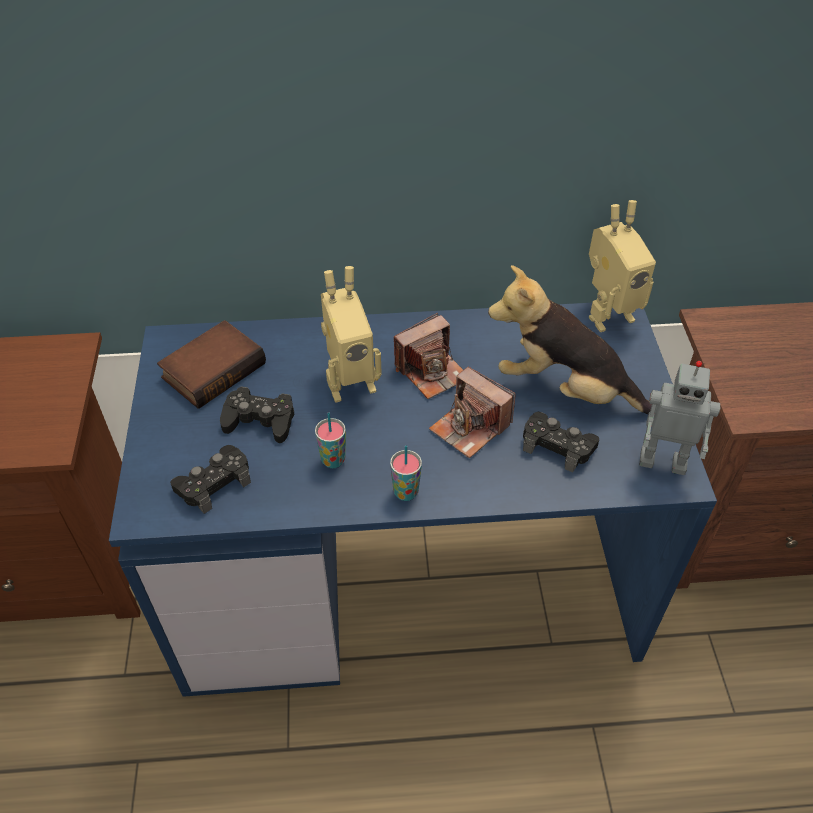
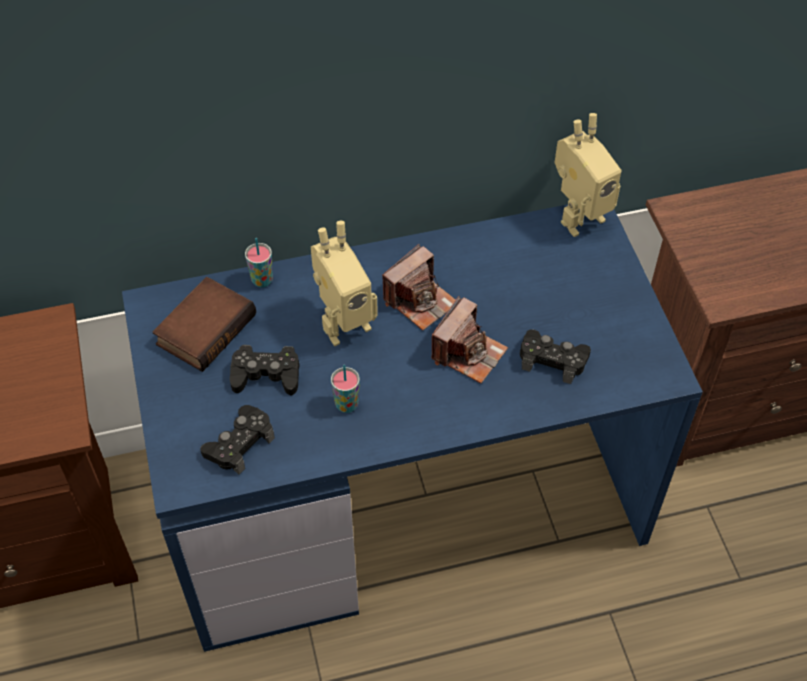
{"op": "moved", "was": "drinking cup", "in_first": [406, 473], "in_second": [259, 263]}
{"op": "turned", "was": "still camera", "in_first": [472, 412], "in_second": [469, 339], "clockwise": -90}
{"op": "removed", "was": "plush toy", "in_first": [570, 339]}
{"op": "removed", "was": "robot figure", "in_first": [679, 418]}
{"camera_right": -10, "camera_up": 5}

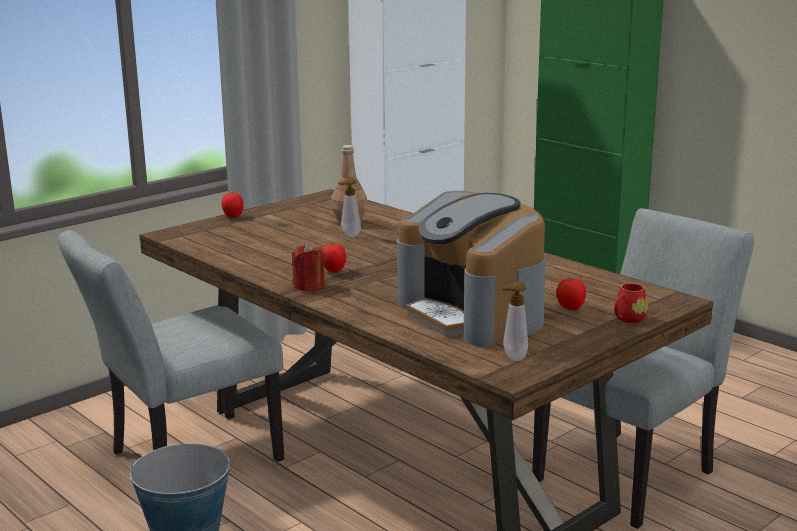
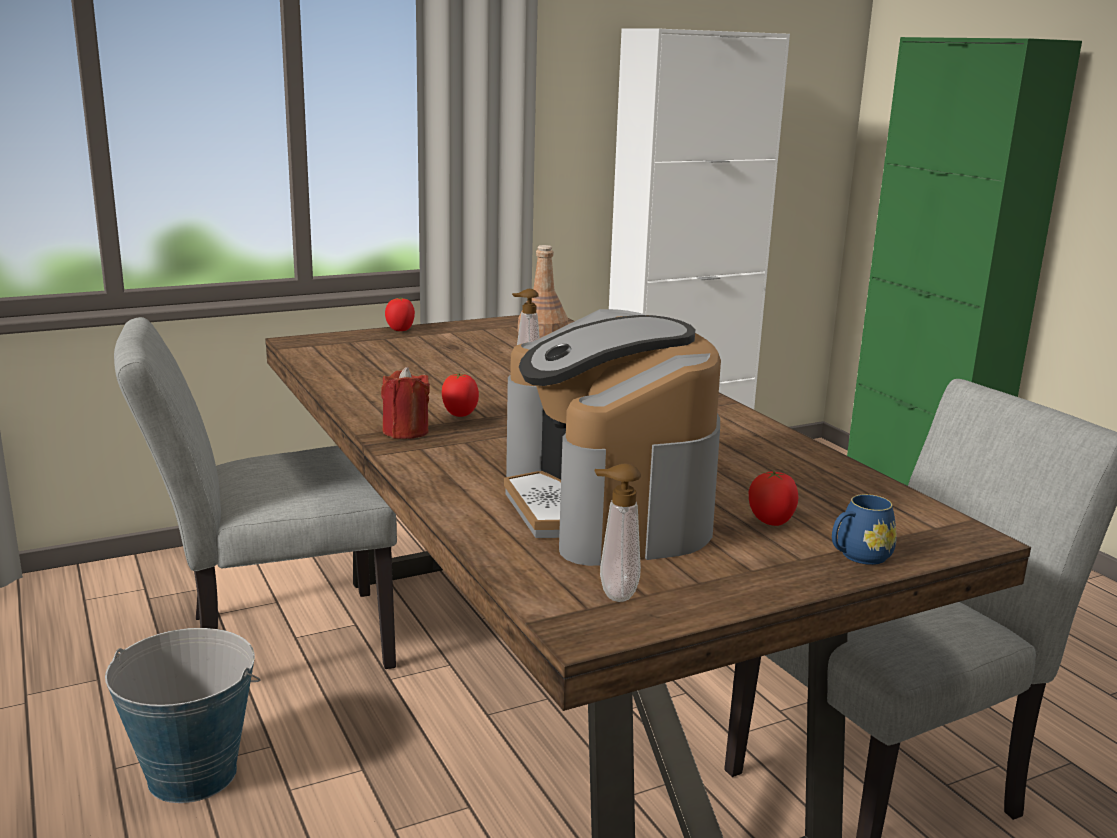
{"op": "recoloured", "was": "red-coloured tea mug", "now": "blue-coloured tea mug", "in_first": [631, 303], "in_second": [864, 529]}
{"camera_right": 15, "camera_up": 0}

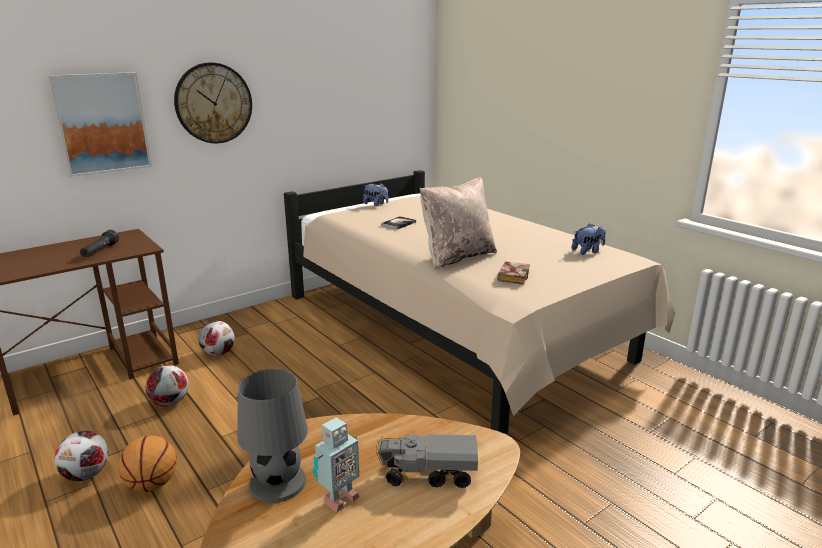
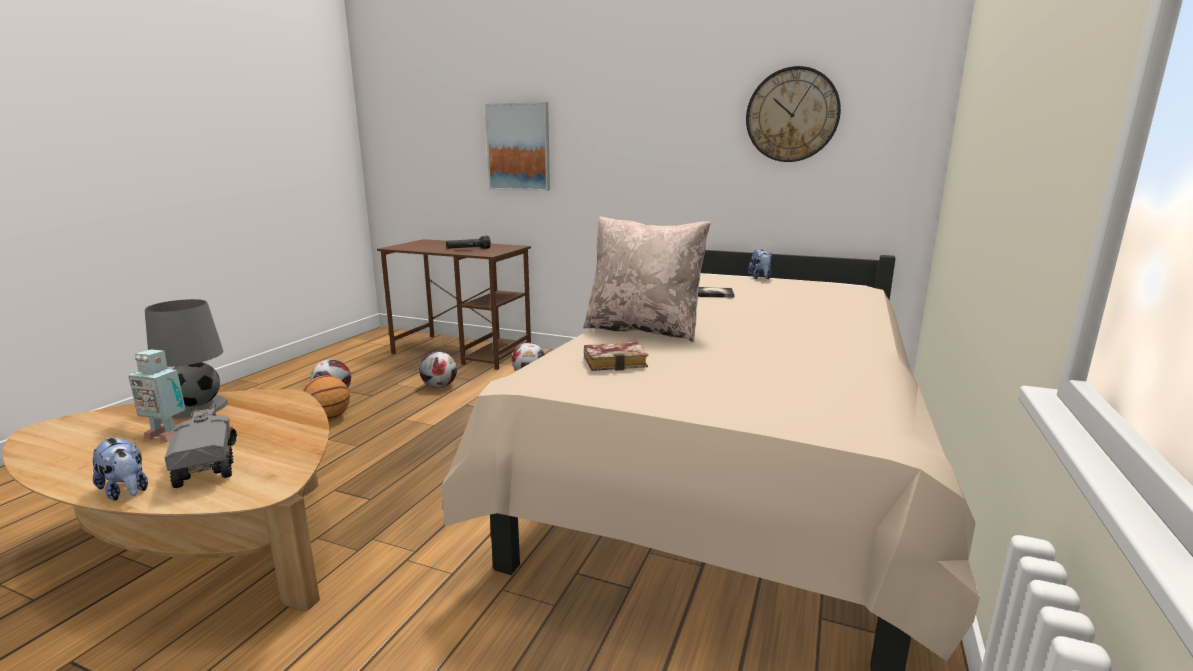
{"op": "moved", "was": "wall clock", "in_first": [213, 102], "in_second": [793, 114]}
{"op": "moved", "was": "plush toy", "in_first": [588, 239], "in_second": [120, 469]}
{"camera_right": 60, "camera_up": -5}

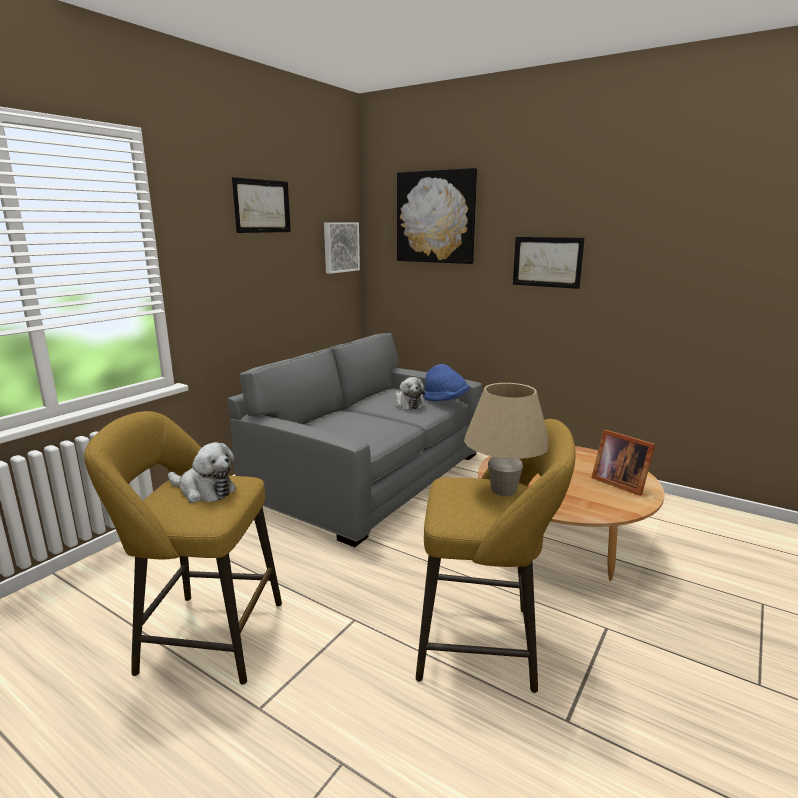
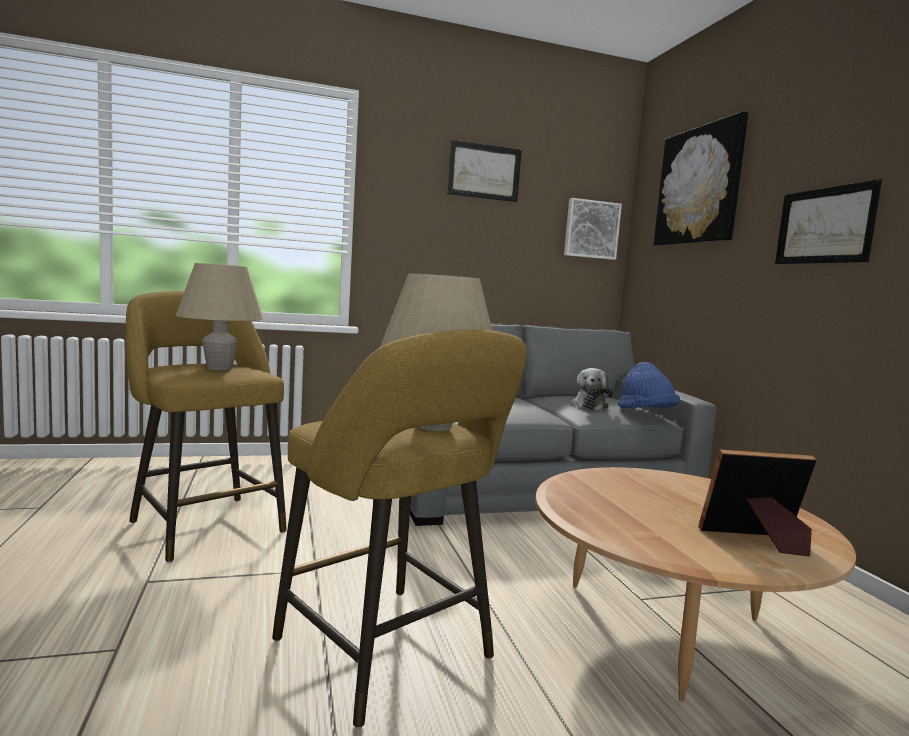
{"op": "replaced", "was": "plush toy", "now": "beige-coloured tabletop lamp", "in_first": [202, 472], "in_second": [219, 316]}
{"op": "turned", "was": "standing frame", "in_first": [623, 462], "in_second": [757, 502], "clockwise": 90}
{"camera_right": 40, "camera_up": -10}

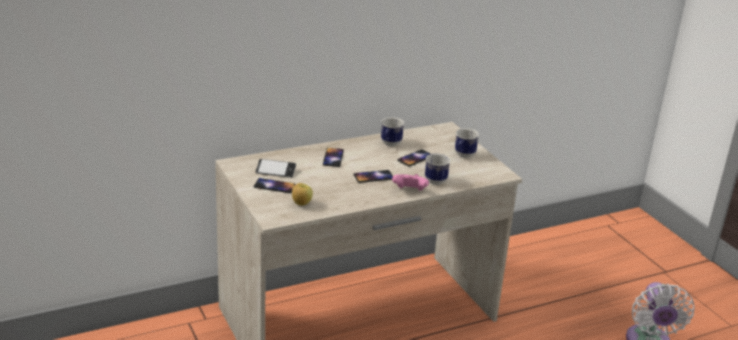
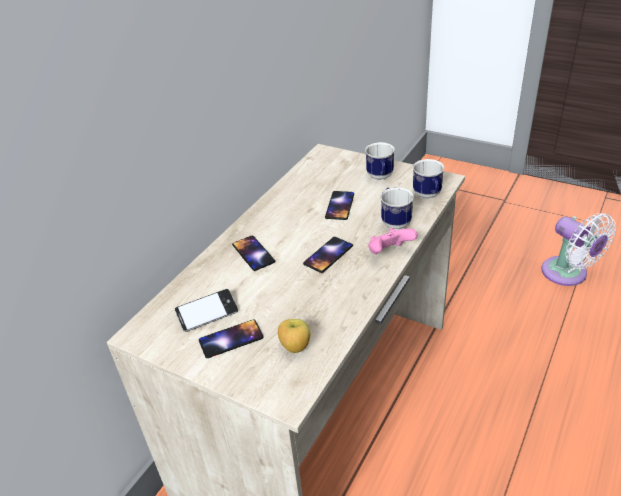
{"op": "moved", "was": "tea mug", "in_first": [392, 131], "in_second": [428, 179]}
{"camera_right": -30, "camera_up": 10}

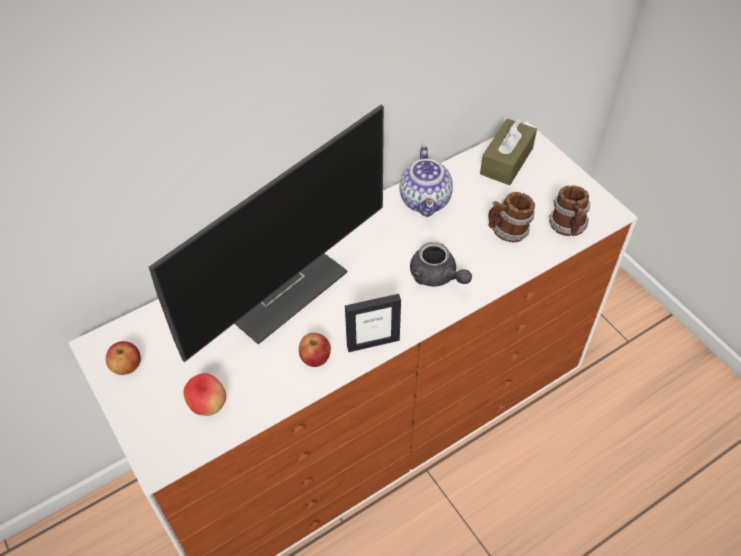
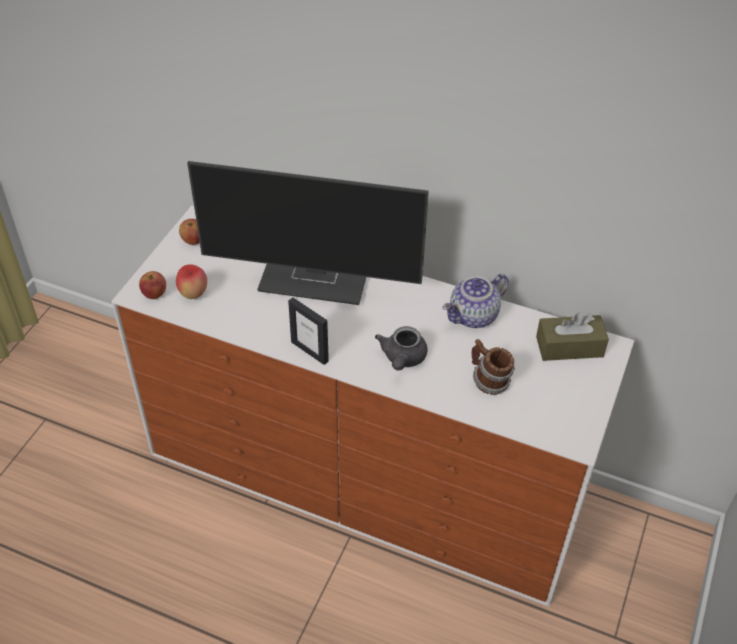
{"op": "moved", "was": "apple fruit", "in_first": [315, 350], "in_second": [152, 285]}
{"op": "removed", "was": "tea mug", "in_first": [569, 211]}
{"camera_right": 55, "camera_up": -5}

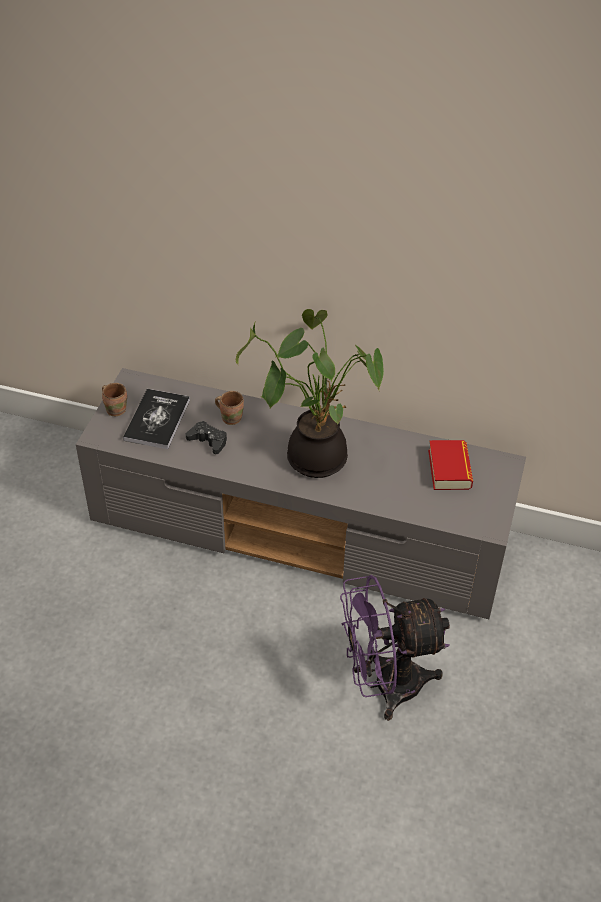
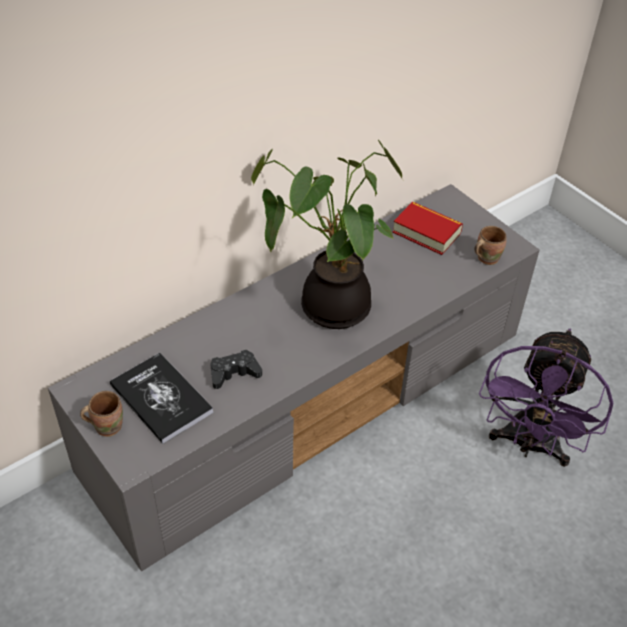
{"op": "moved", "was": "brown-coloured tea mug", "in_first": [229, 408], "in_second": [490, 245]}
{"camera_right": -55, "camera_up": 0}

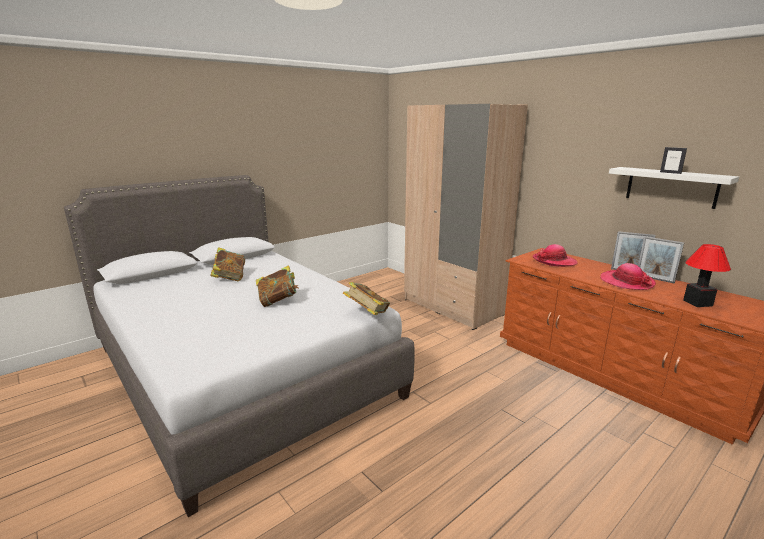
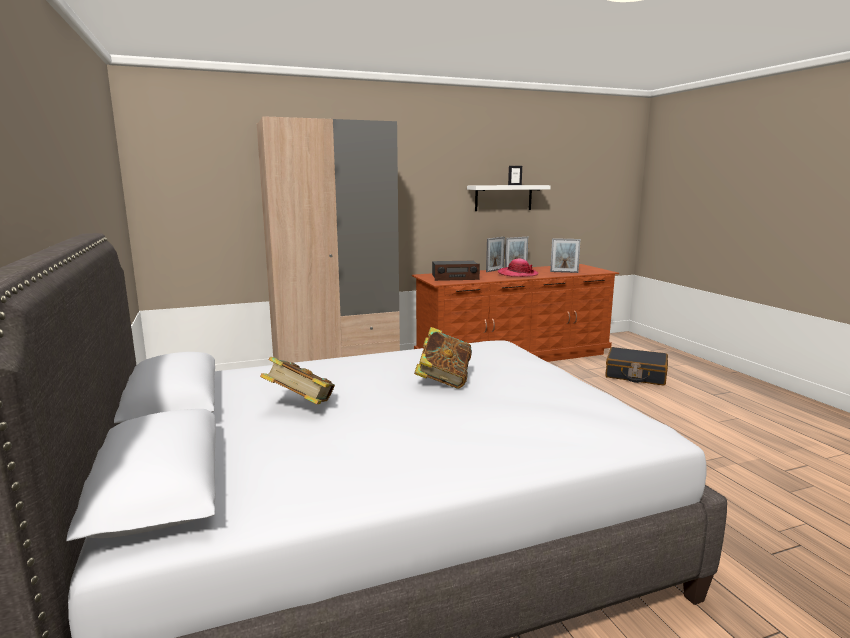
{"op": "removed", "was": "book", "in_first": [366, 298]}
{"op": "replaced", "was": "clothing hat", "now": "radio", "in_first": [555, 255], "in_second": [456, 271]}
{"op": "replaced", "was": "tabletop lamp", "now": "standing frame", "in_first": [707, 275], "in_second": [565, 255]}
{"op": "added", "now": "blackish piece of luggage", "in_second": [636, 366]}
{"camera_right": -70, "camera_up": -5}

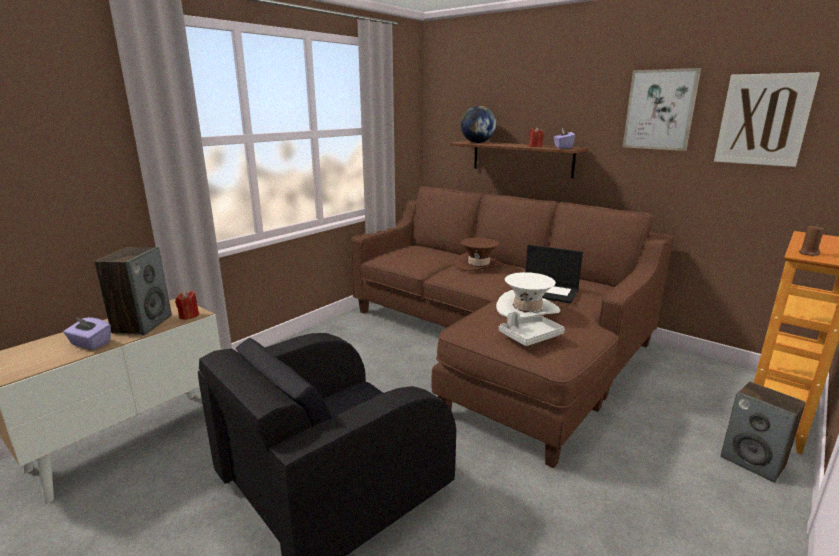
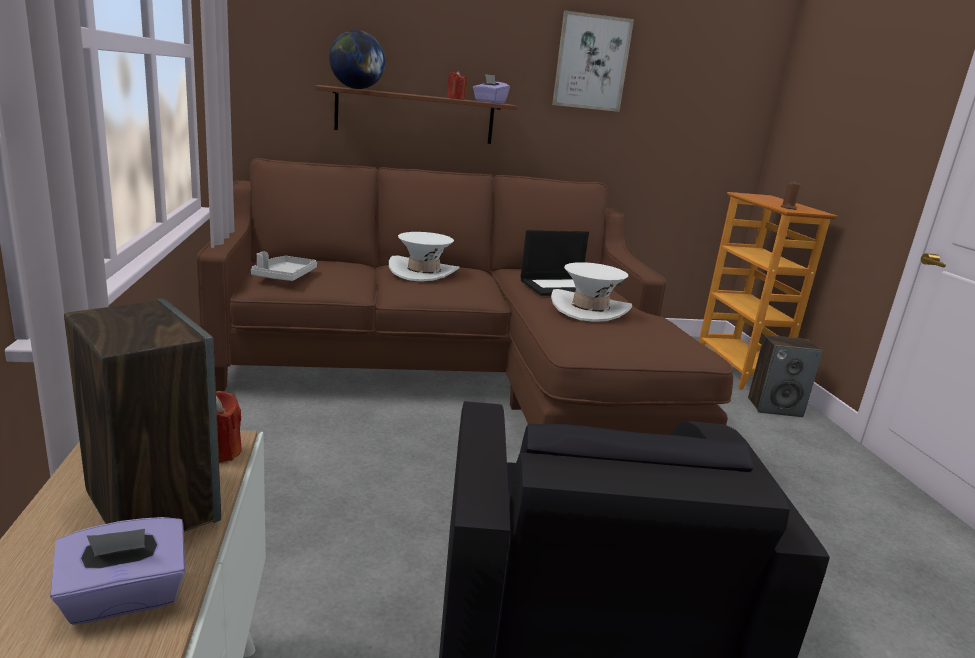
{"op": "recoloured", "was": "brown-coloured clothing hat", "now": "white-coloured clothing hat", "in_first": [479, 254], "in_second": [424, 256]}
{"op": "moved", "was": "gray tray", "in_first": [532, 328], "in_second": [284, 266]}
{"op": "removed", "was": "wall art", "in_first": [767, 119]}
{"camera_right": -50, "camera_up": 0}

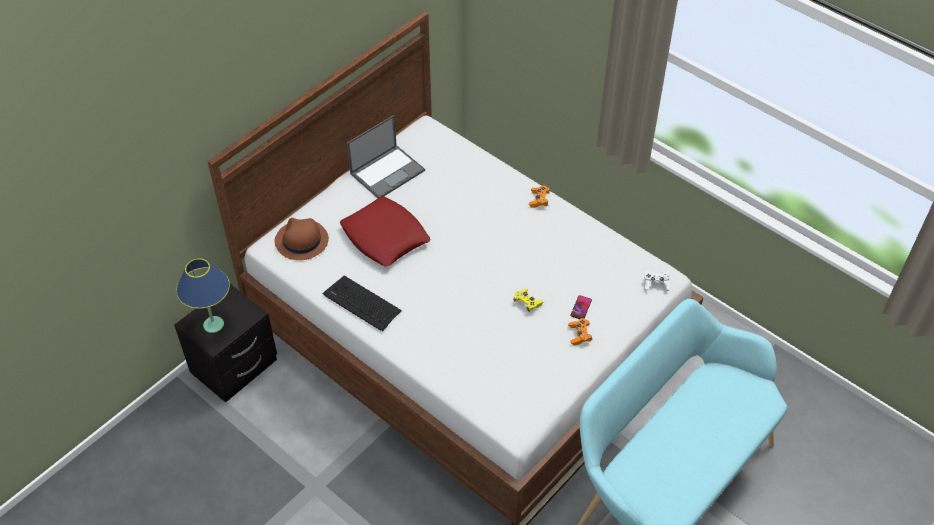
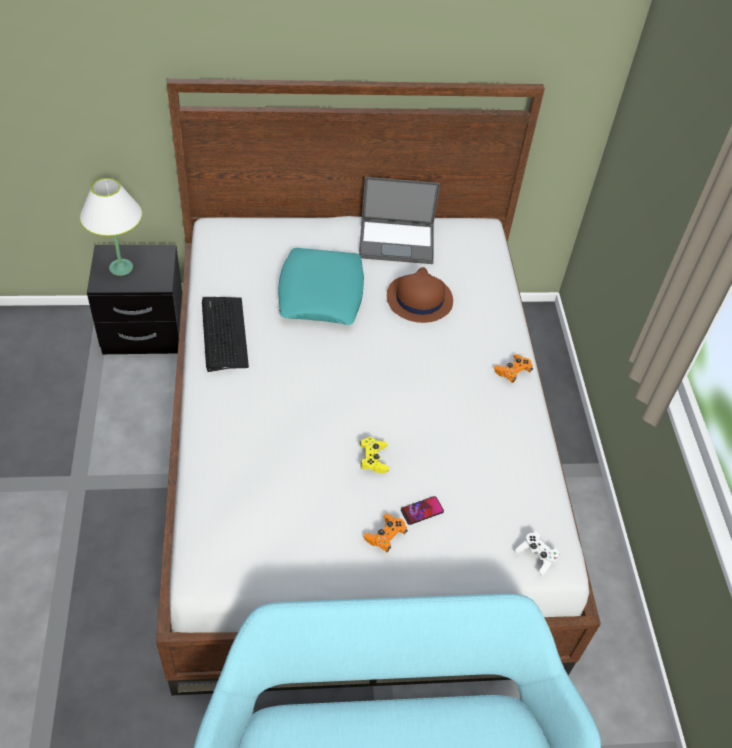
{"op": "recoloured", "was": "blue-coloured tabletop lamp", "now": "white-coloured tabletop lamp", "in_first": [203, 295], "in_second": [111, 227]}
{"op": "moved", "was": "brown-coloured clothing hat", "in_first": [302, 239], "in_second": [420, 295]}
{"op": "recoloured", "was": "red-coloured pillow", "now": "turquoise pillow", "in_first": [385, 231], "in_second": [321, 286]}
{"camera_right": 40, "camera_up": 0}

